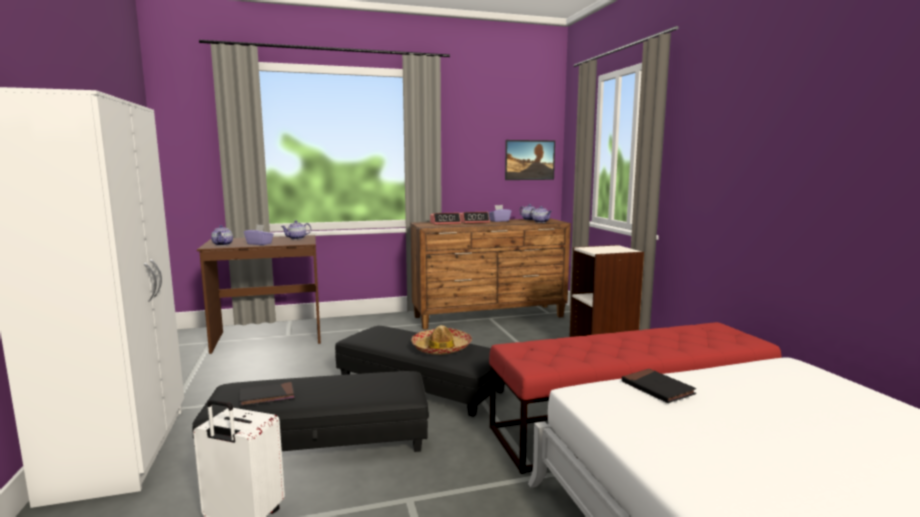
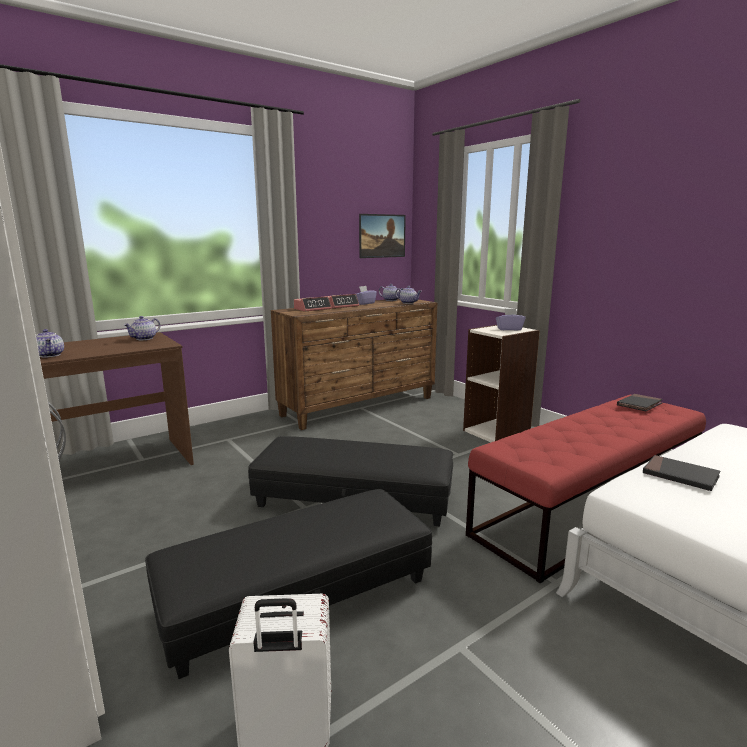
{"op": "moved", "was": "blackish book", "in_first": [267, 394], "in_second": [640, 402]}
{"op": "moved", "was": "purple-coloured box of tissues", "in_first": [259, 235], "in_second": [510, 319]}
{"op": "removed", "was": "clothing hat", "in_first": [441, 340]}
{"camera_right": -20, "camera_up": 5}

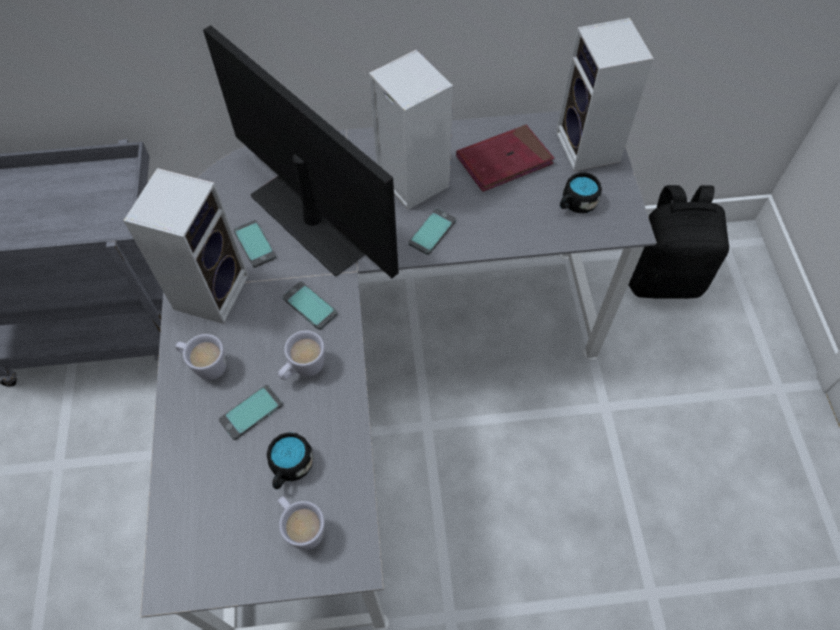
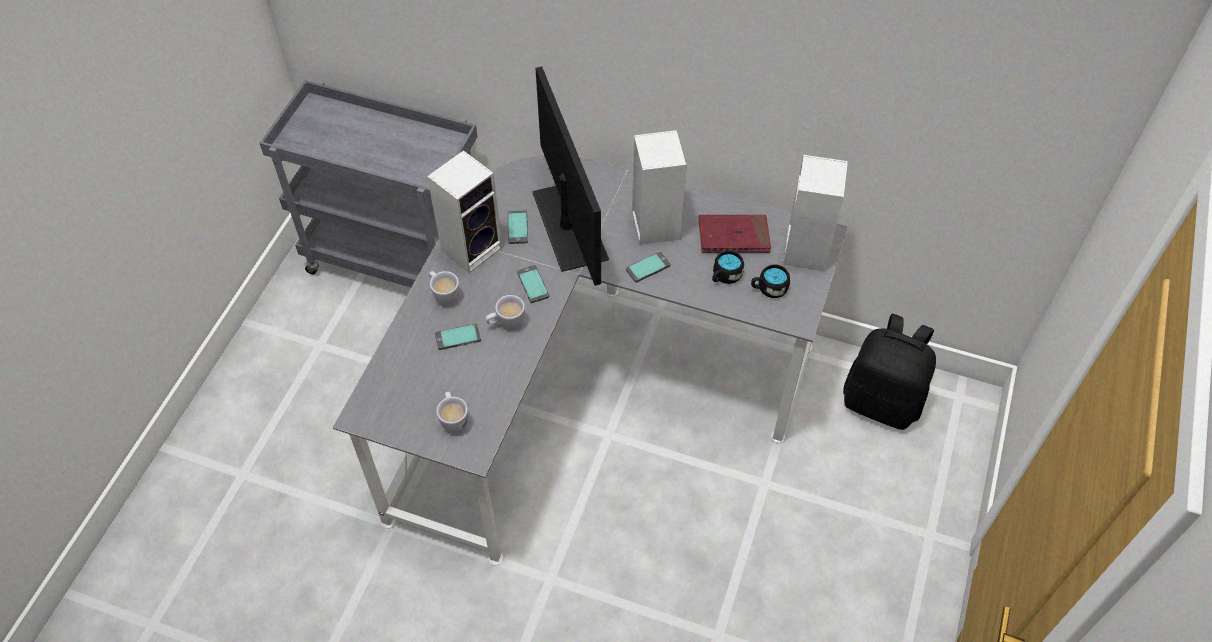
{"op": "moved", "was": "blackish tea mug", "in_first": [290, 460], "in_second": [728, 267]}
{"camera_right": 25, "camera_up": -5}

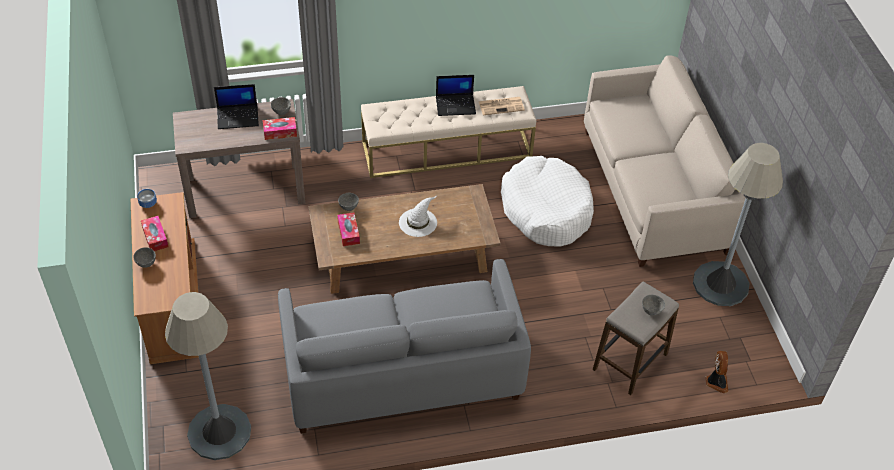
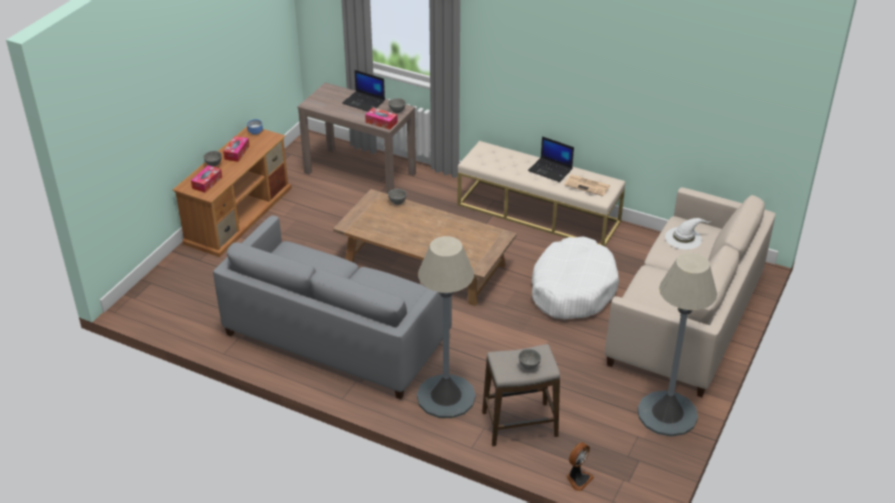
{"op": "moved", "was": "gray standing lamp", "in_first": [208, 376], "in_second": [446, 327]}
{"op": "moved", "was": "box of tissues", "in_first": [348, 229], "in_second": [206, 179]}
{"op": "moved", "was": "white-coloured clothing hat", "in_first": [418, 216], "in_second": [688, 234]}
{"camera_right": 40, "camera_up": -10}

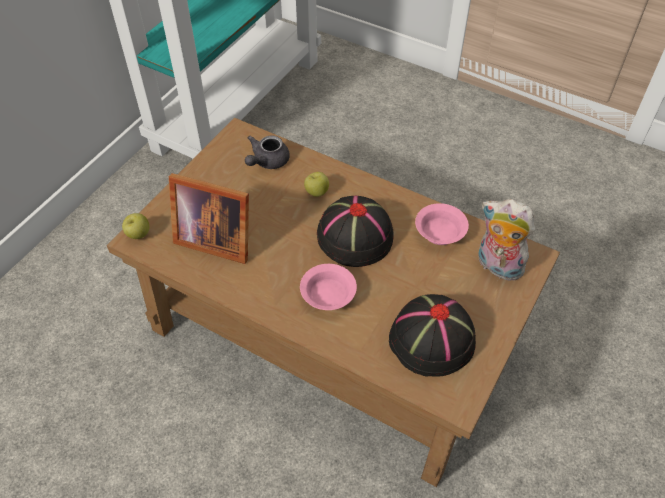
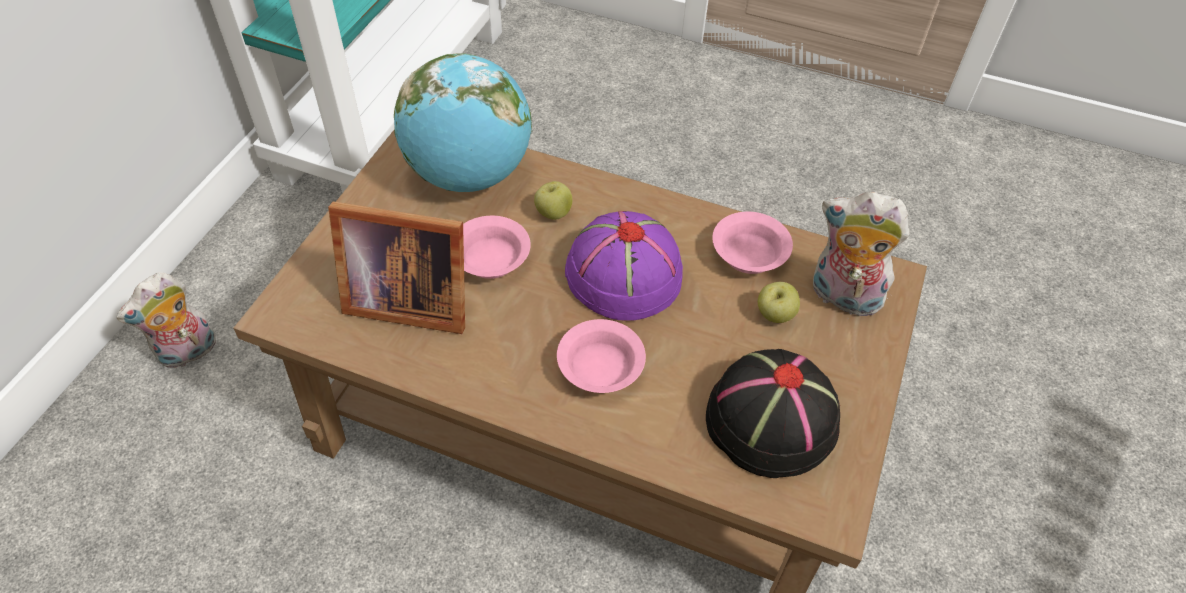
{"op": "moved", "was": "apple fruit", "in_first": [135, 226], "in_second": [779, 302]}
{"op": "replaced", "was": "gray tea pot", "now": "globe", "in_first": [267, 152], "in_second": [463, 122]}
{"op": "recoloured", "was": "blackish clothing hat", "now": "purple-coloured clothing hat", "in_first": [355, 231], "in_second": [624, 266]}
{"op": "added", "now": "plush toy", "in_second": [166, 320]}
{"op": "added", "now": "pinkish serving bowl", "in_second": [497, 247]}
{"camera_right": -10, "camera_up": 0}

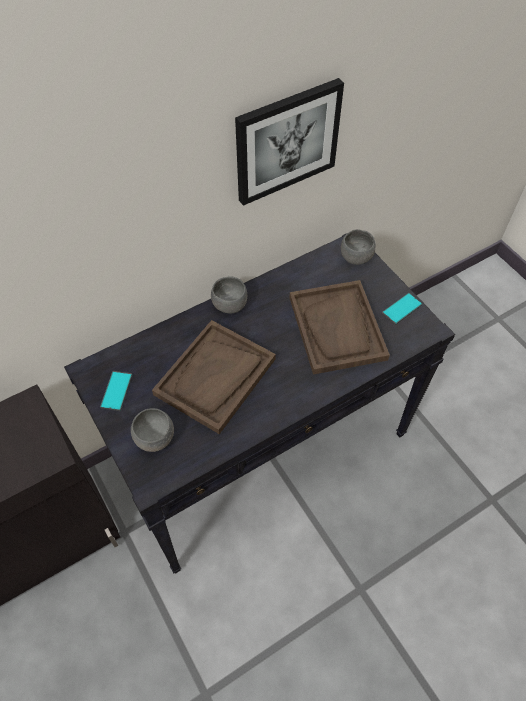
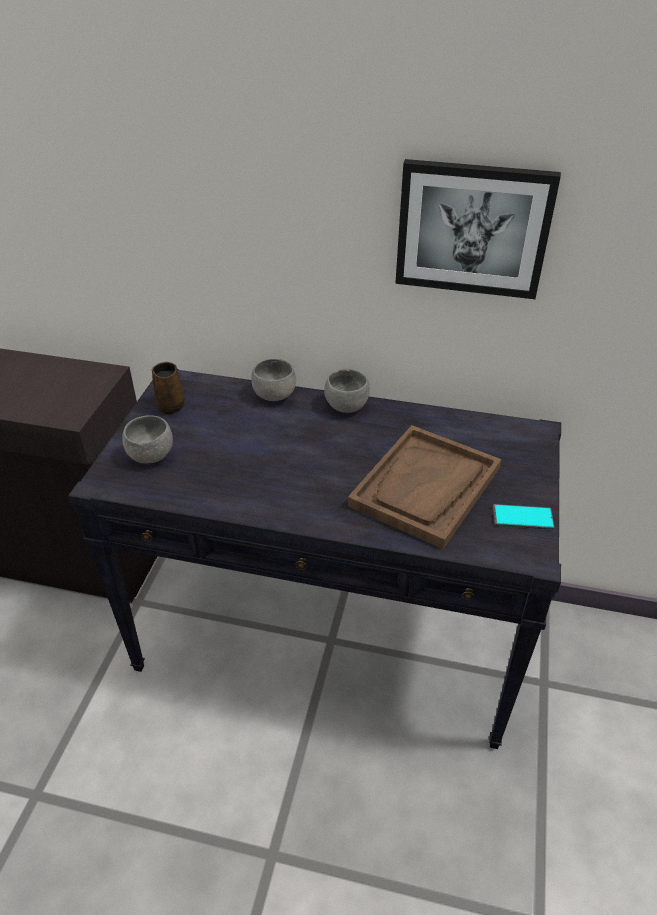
{"op": "replaced", "was": "phone", "now": "brown-coloured tea mug", "in_first": [116, 391], "in_second": [168, 388]}
{"op": "removed", "was": "brown-coloured tray", "in_first": [214, 377]}
{"op": "moved", "was": "gray serving bowl", "in_first": [358, 247], "in_second": [273, 380]}
{"camera_right": 45, "camera_up": -15}

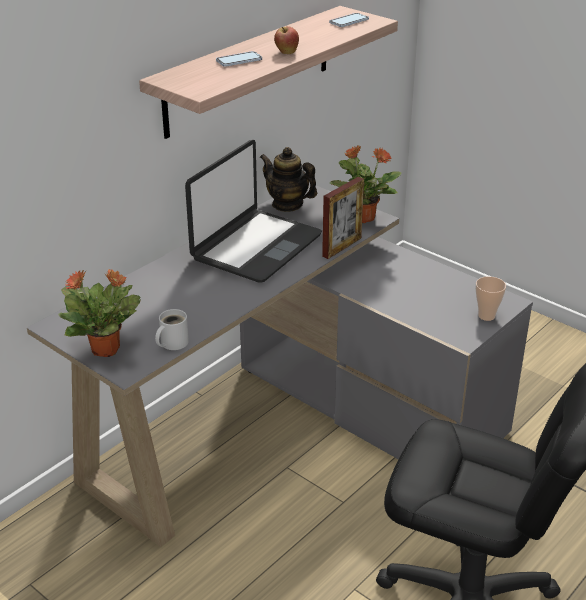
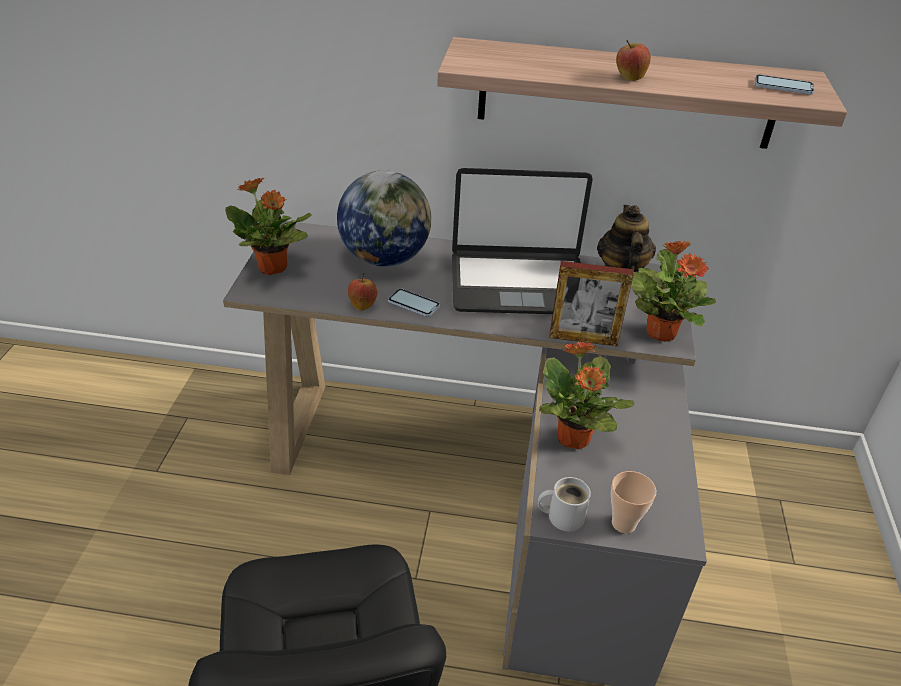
{"op": "moved", "was": "white-coloured tea mug", "in_first": [172, 329], "in_second": [564, 504]}
{"op": "moved", "was": "phone", "in_first": [239, 59], "in_second": [414, 302]}
{"op": "added", "now": "globe", "in_second": [384, 218]}
{"op": "added", "now": "apple fruit", "in_second": [362, 292]}
{"op": "added", "now": "houseplant", "in_second": [586, 395]}
{"camera_right": 55, "camera_up": 5}

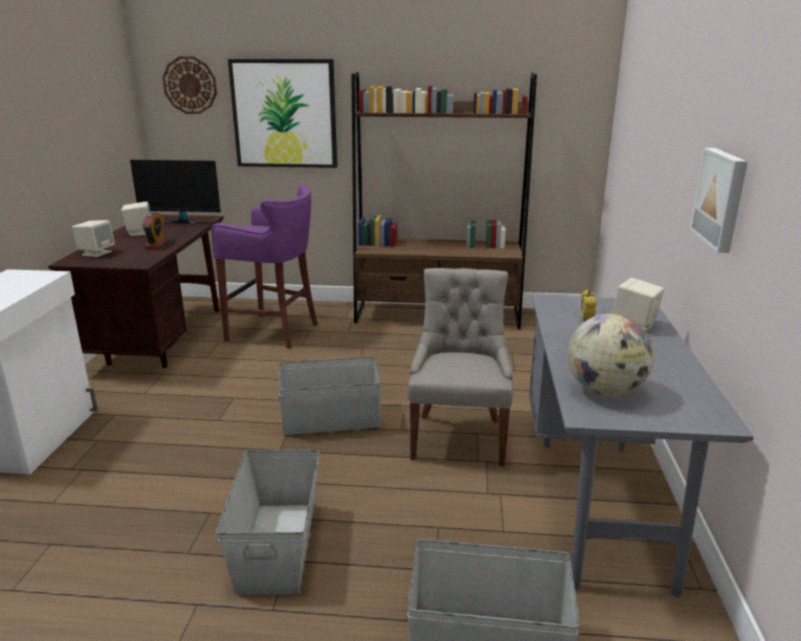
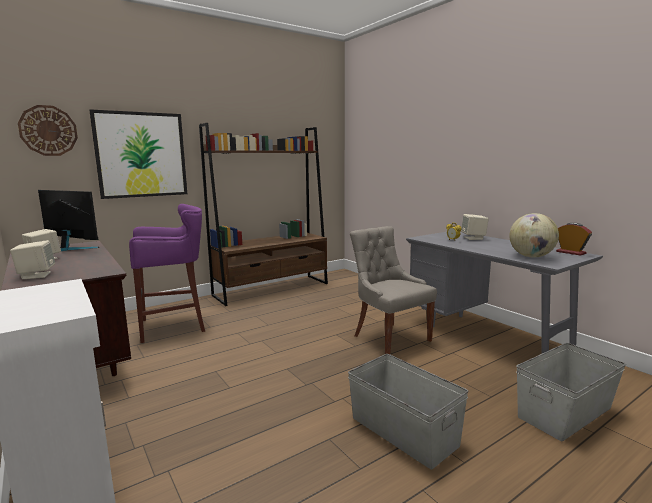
{"op": "turned", "was": "computer screen", "in_first": [175, 193], "in_second": [68, 220], "clockwise": -120}
{"op": "moved", "was": "bedside clock", "in_first": [155, 230], "in_second": [574, 239]}
{"op": "removed", "was": "gray storage container", "in_first": [329, 395]}
{"op": "removed", "was": "wall art", "in_first": [719, 200]}
{"camera_right": -40, "camera_up": -10}

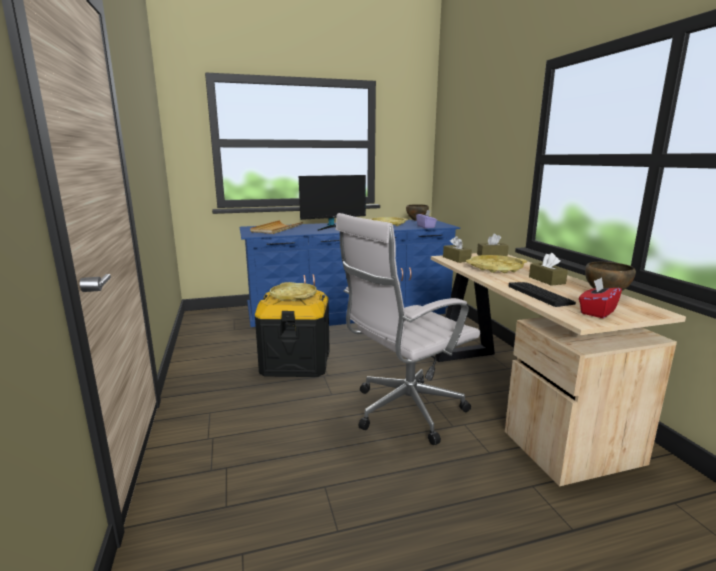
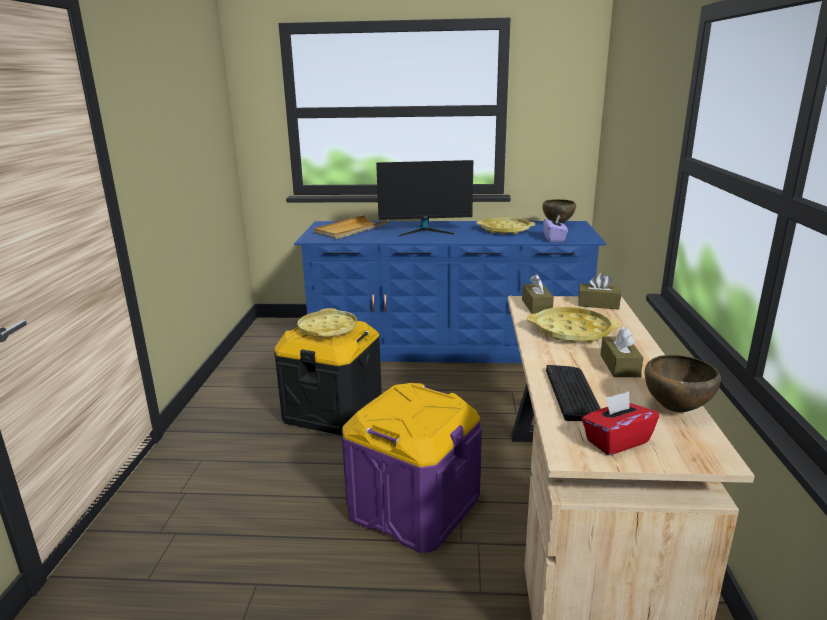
{"op": "replaced", "was": "white-coloured computer chair", "now": "purple-coloured storage container", "in_first": [408, 329], "in_second": [412, 468]}
{"camera_right": 20, "camera_up": 5}

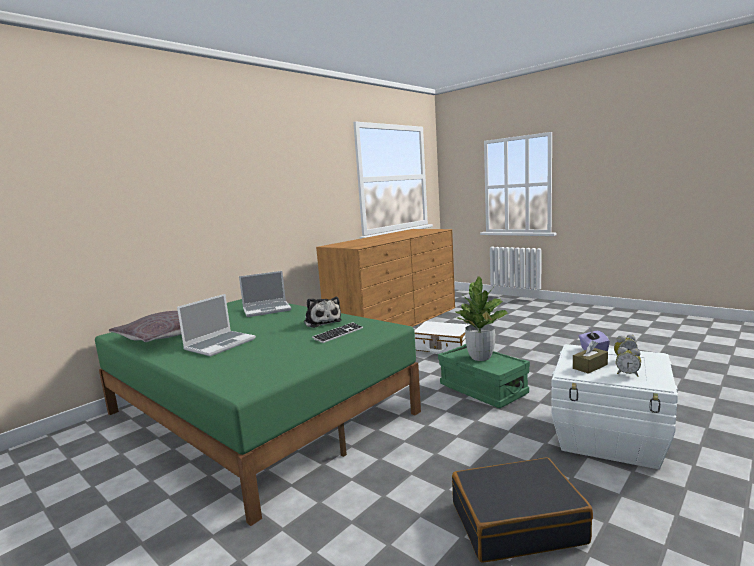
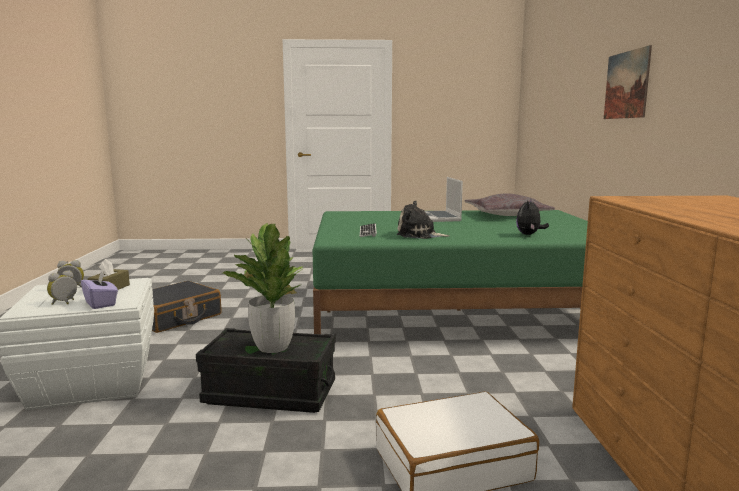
{"op": "replaced", "was": "portable computer", "now": "plush toy", "in_first": [265, 294], "in_second": [532, 216]}
{"op": "recoloured", "was": "green-coloured storage container", "now": "blackish storage container", "in_first": [484, 376], "in_second": [266, 370]}
{"op": "added", "now": "wall art", "in_second": [628, 82]}
{"camera_right": 135, "camera_up": 0}

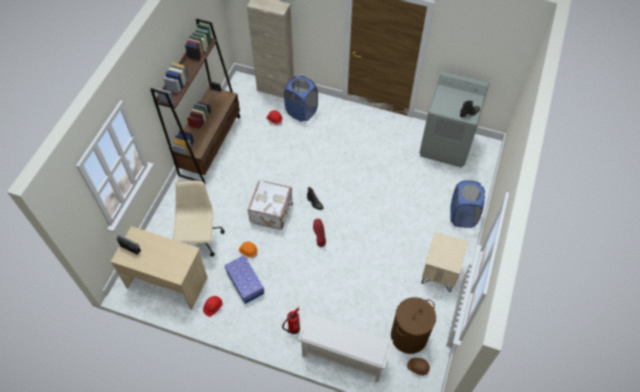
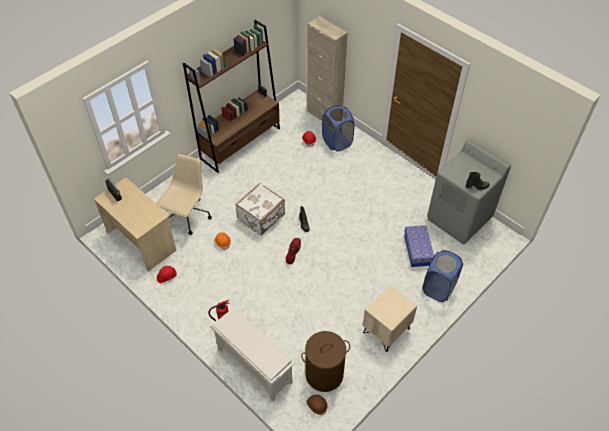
{"op": "moved", "was": "storage container", "in_first": [244, 279], "in_second": [419, 246]}
{"camera_right": 25, "camera_up": -5}

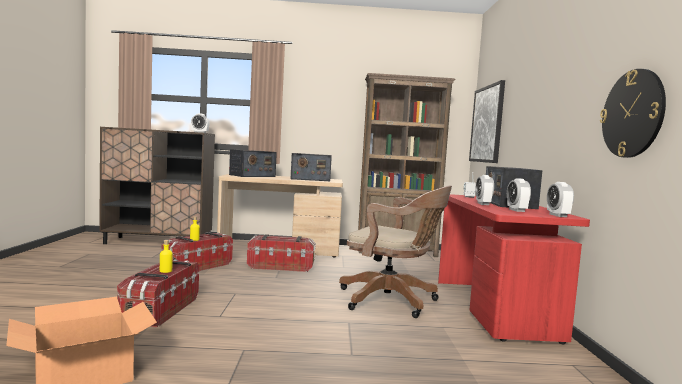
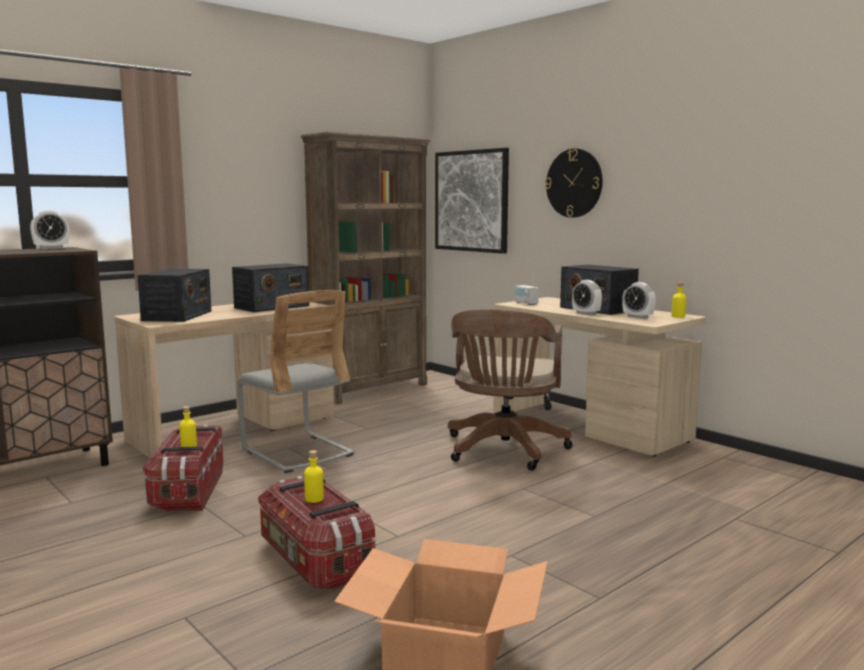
{"op": "replaced", "was": "storage container", "now": "gray plain chair", "in_first": [281, 253], "in_second": [296, 381]}
{"op": "turned", "was": "brown-coloured computer chair", "in_first": [395, 252], "in_second": [510, 390], "clockwise": 120}
{"op": "recoloured", "was": "red-coloured desk", "now": "beige-coloured desk", "in_first": [514, 269], "in_second": [599, 377]}
{"op": "replaced", "was": "bedside clock", "now": "yellowish bottle", "in_first": [560, 199], "in_second": [679, 300]}
{"op": "moved", "was": "wall clock", "in_first": [633, 113], "in_second": [574, 183]}
{"camera_right": -40, "camera_up": 5}

